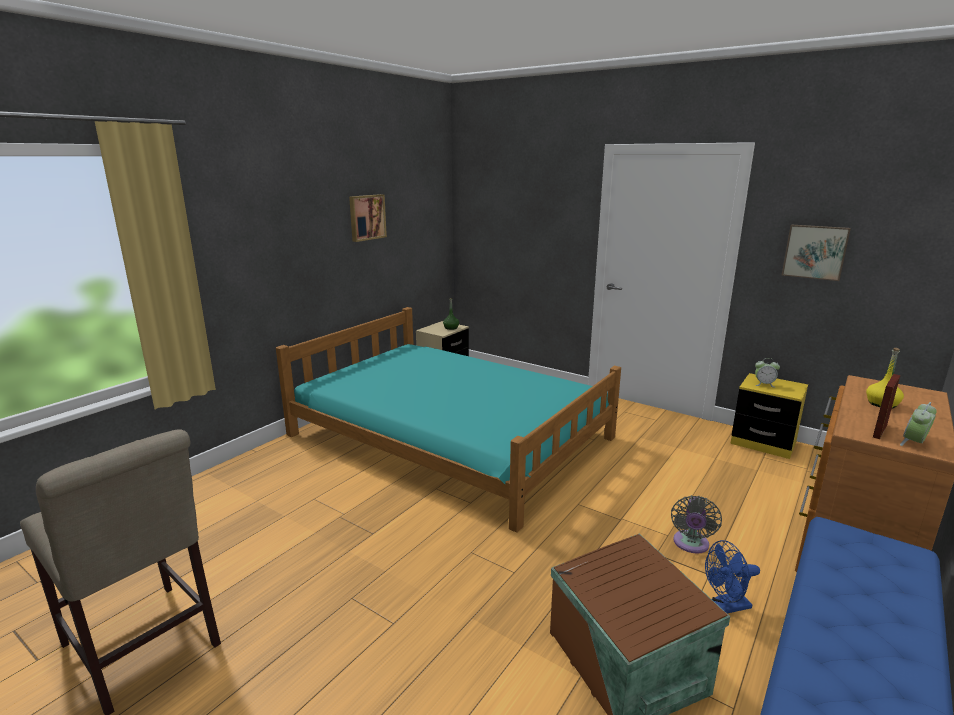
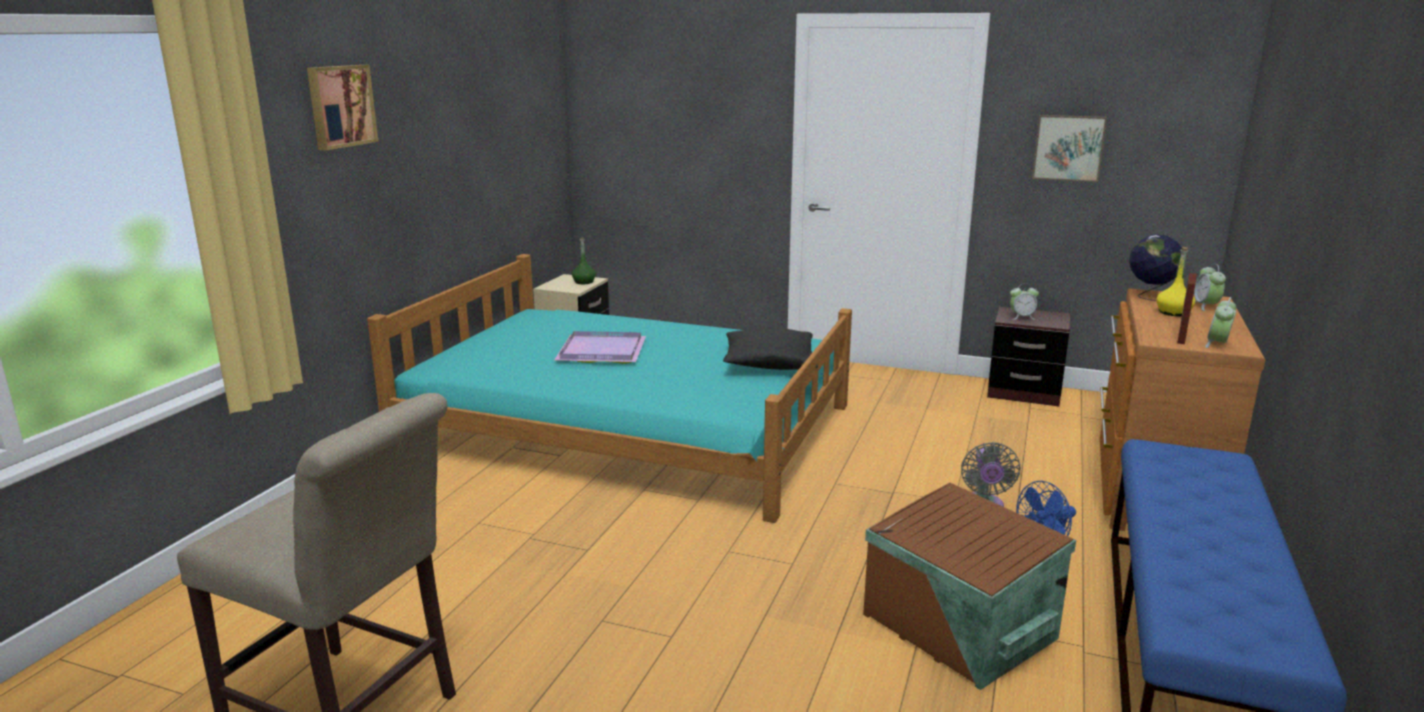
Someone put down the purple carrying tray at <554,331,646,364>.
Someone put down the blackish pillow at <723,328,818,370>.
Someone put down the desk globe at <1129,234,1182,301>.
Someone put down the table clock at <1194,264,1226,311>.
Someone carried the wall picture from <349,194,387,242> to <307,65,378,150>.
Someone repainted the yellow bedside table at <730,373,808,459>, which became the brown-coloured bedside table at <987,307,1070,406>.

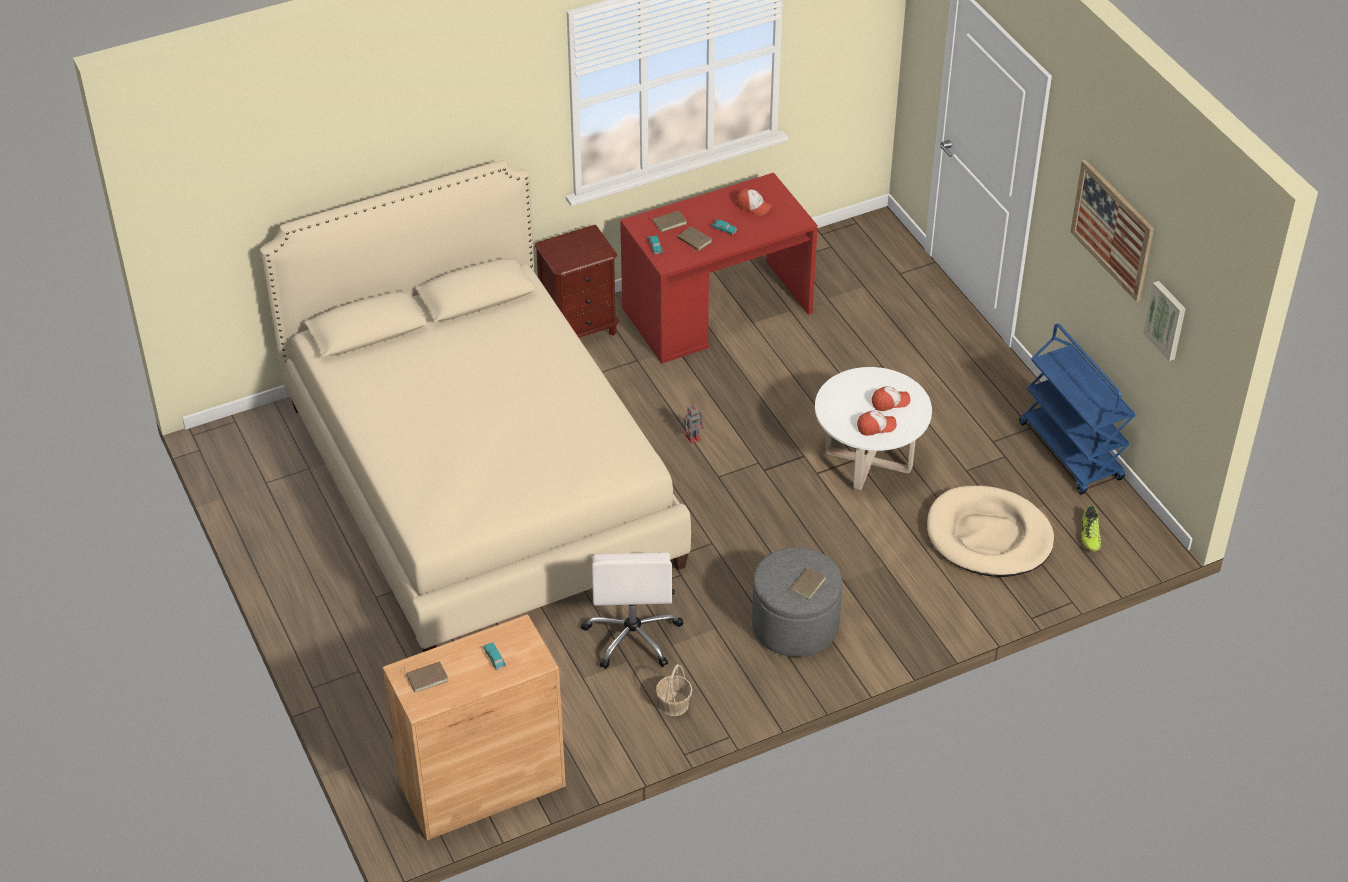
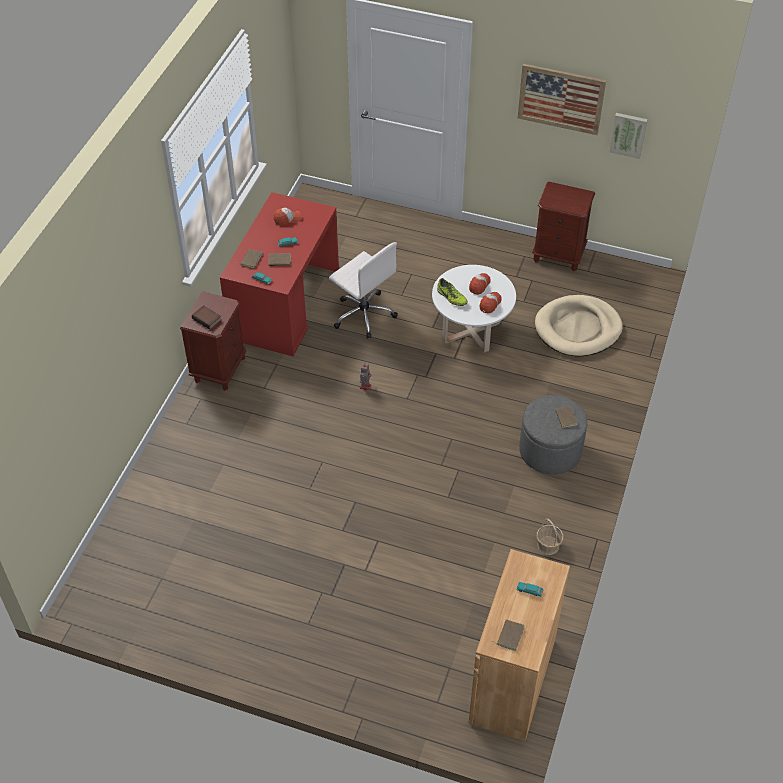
Someone took away the sand-coloured sleeping bed at <260,160,691,652>.
Someone put down the volume at <192,305,222,330>.
Someone carried the whitish office chair from <581,552,684,669> to <329,242,398,339>.
Someone carried the low shoe from <1081,505,1101,552> to <437,278,468,306>.
Someone swapped the blue cart at <1019,323,1135,495> for the brown-coloured bedside table at <532,181,595,271>.

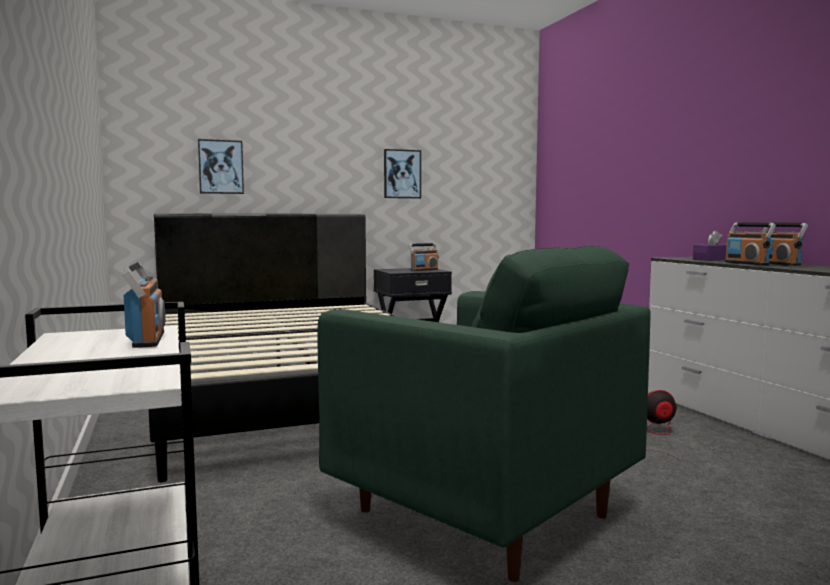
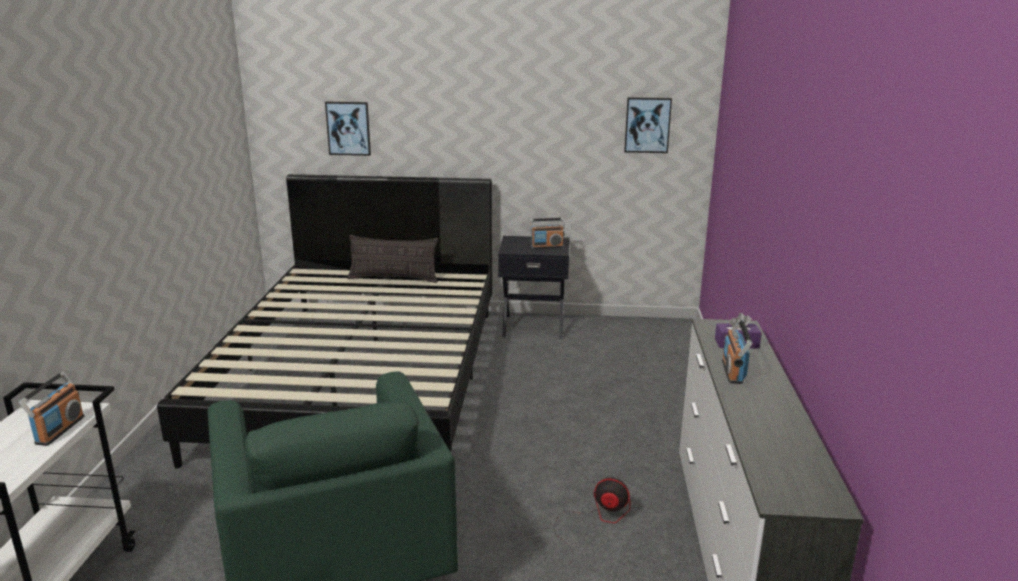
Someone took away the radio receiver at <763,223,808,266>.
Someone put down the pillow at <347,235,438,283>.
Someone carried the wall picture from <384,149,421,198> to <624,97,672,153>.

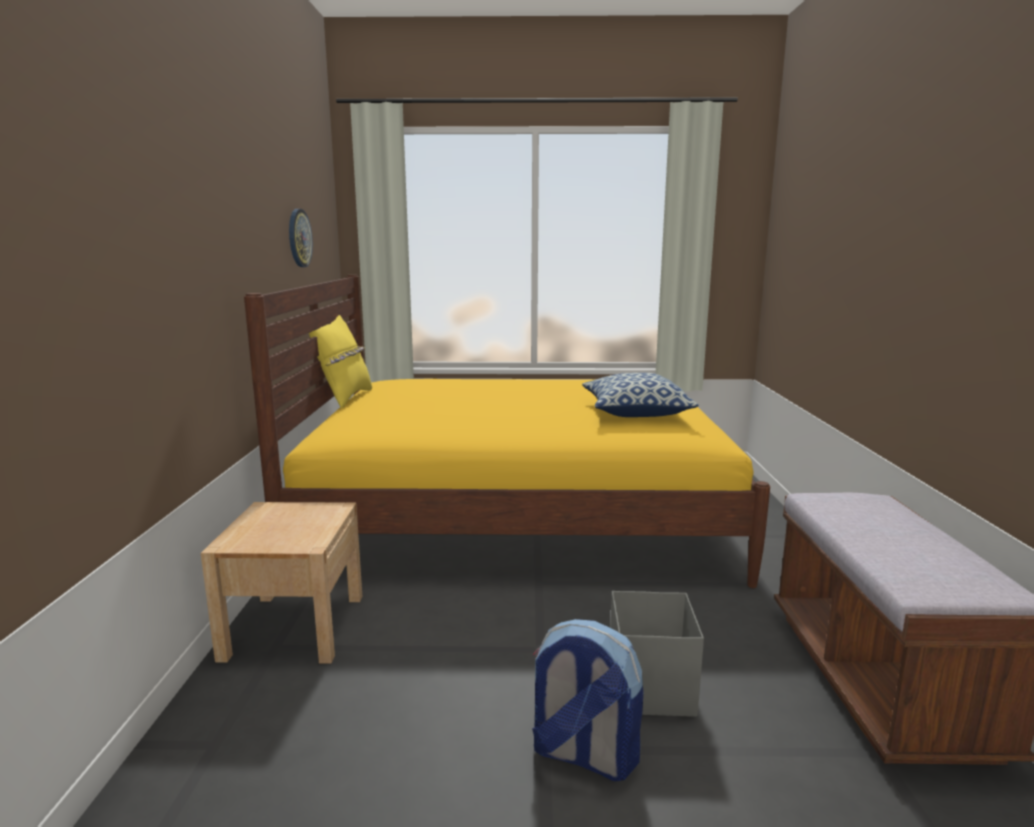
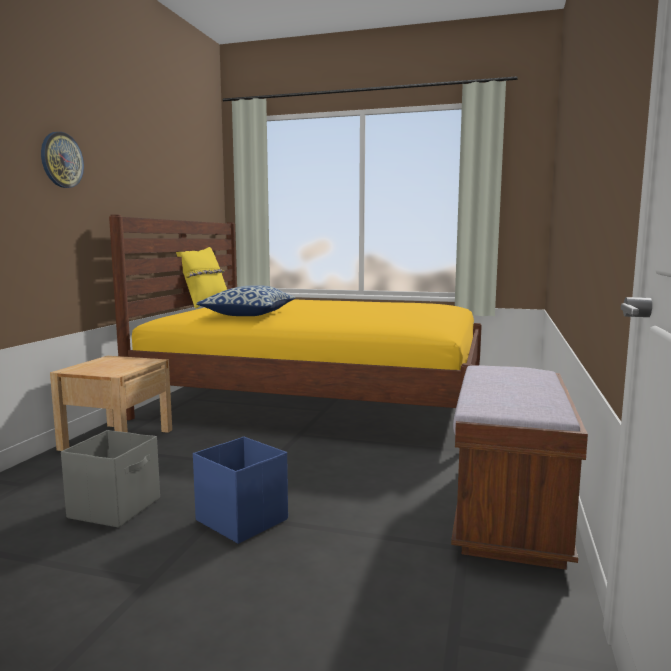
Someone carried the hanging clock from <289,209,313,267> to <41,132,84,188>.
Someone carried the pillow from <582,373,699,417> to <196,286,296,316>.
Someone carried the greyish storage container from <610,591,704,717> to <61,430,160,528>.
Someone swapped the rucksack at <532,619,643,781> for the blue storage container at <193,437,288,544>.

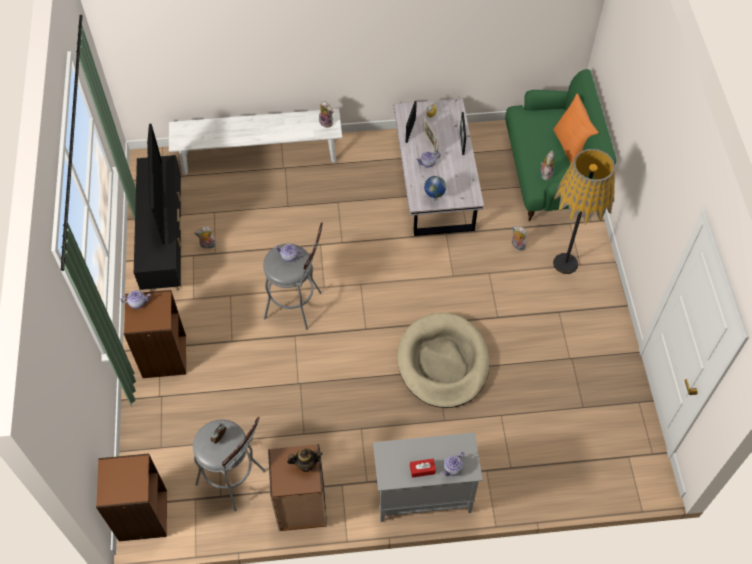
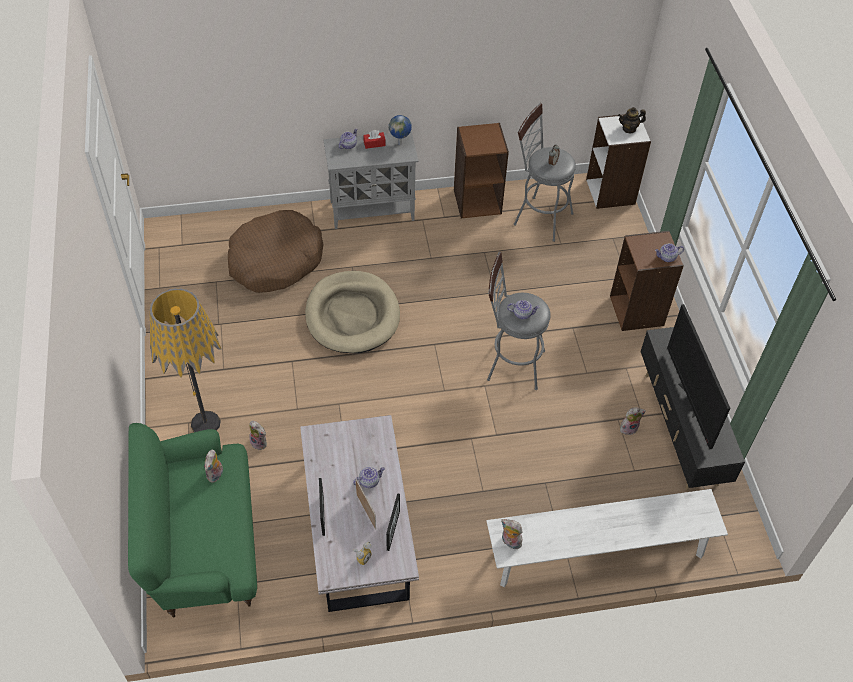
Someone took away the orange pillow at <553,94,599,164>.
Someone put down the brown-coloured pet bed at <228,210,324,293>.
Someone carried the tea pot from <287,448,323,472> to <618,107,646,133>.
Someone carried the desk globe from <424,176,446,201> to <389,115,412,145>.
Someone repainted the brown-coloured bookshelf at <96,453,167,542>, which became the whitish bookshelf at <586,114,651,209>.

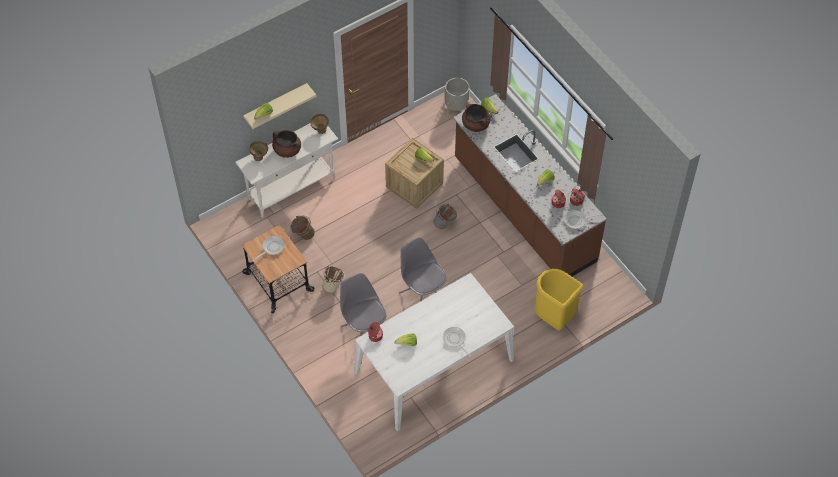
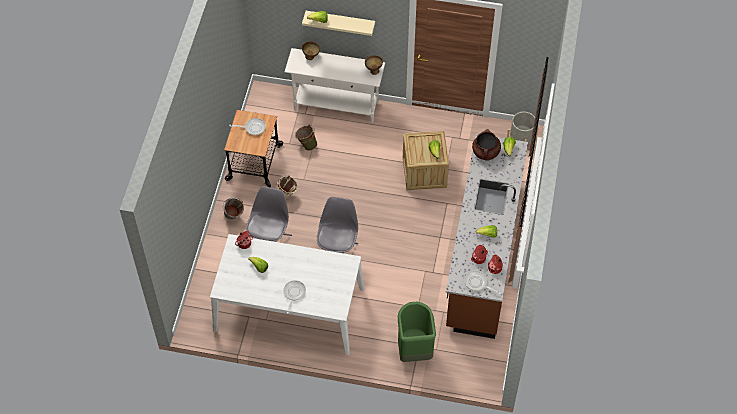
Someone took away the brown-coloured cooking pot at <272,130,301,158>.
Someone carried the greyish bucket from <433,204,457,229> to <223,197,244,220>.
Someone repainted the yellow rubbish bin at <535,269,583,330>, which became the green rubbish bin at <398,301,436,362>.

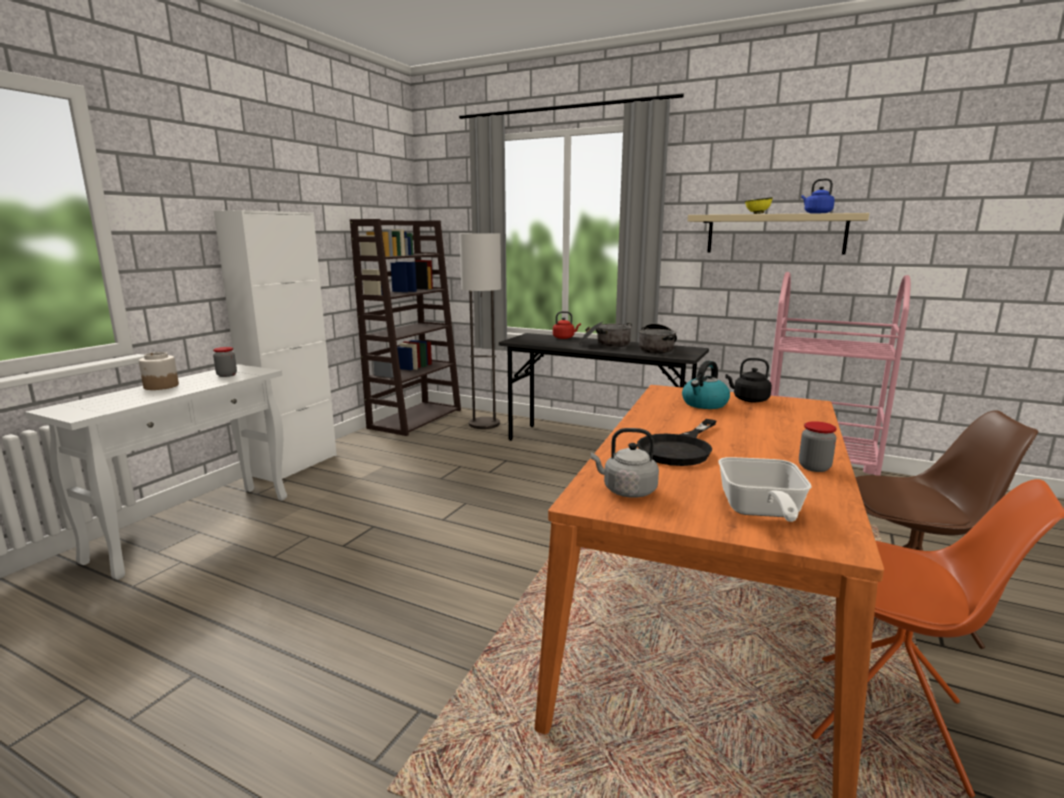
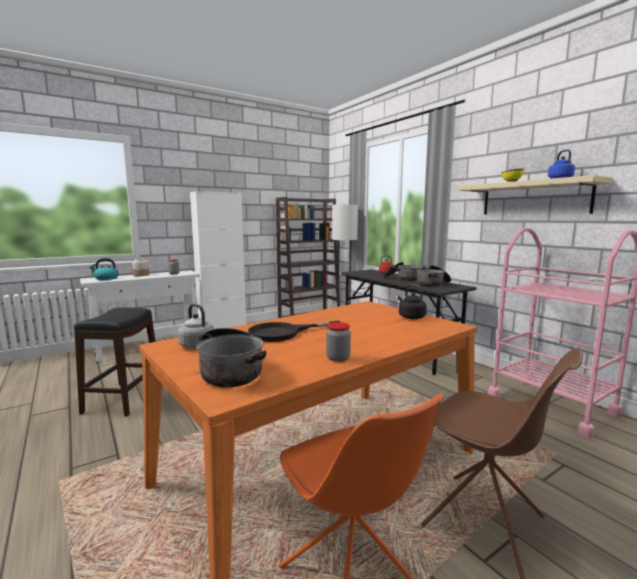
Someone put down the blackish sitting stool at <74,308,156,416>.
Someone carried the kettle from <682,361,730,409> to <89,258,119,280>.
Someone swapped the pan at <718,457,812,522> for the cooking pot at <196,328,266,388>.

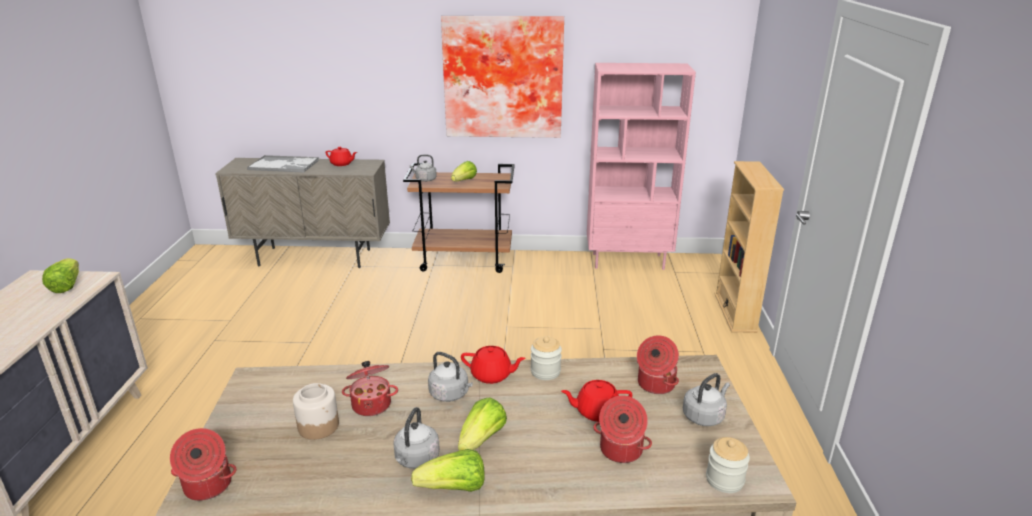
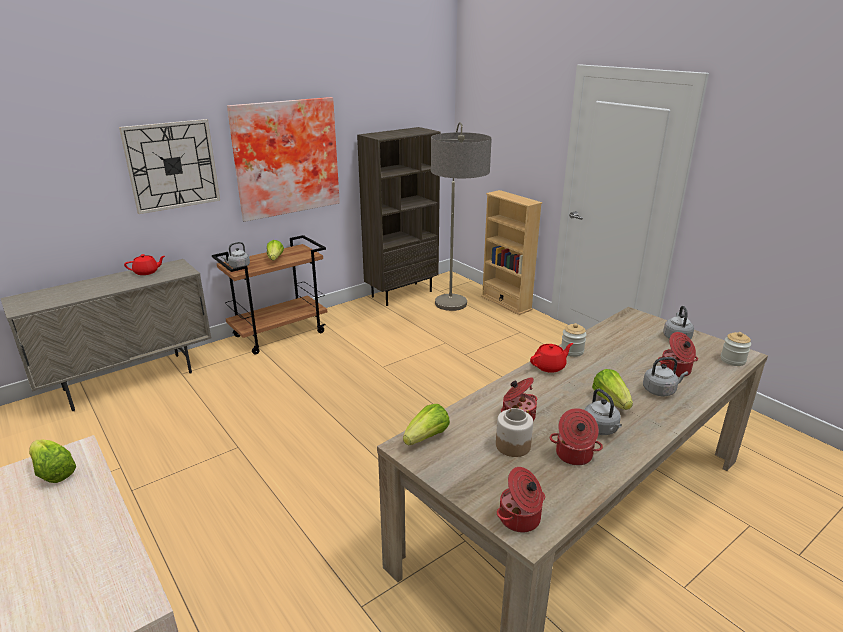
Someone took away the carrying tray at <247,155,319,173>.
Someone took away the reddish tea pot at <561,380,632,422>.
Someone put up the hanging clock at <119,119,220,214>.
Someone put down the standing lamp at <431,122,492,311>.
Someone carried the lettuce from <411,449,485,492> to <403,404,450,446>.
Someone carried the greyish kettle from <428,352,473,402> to <643,357,688,396>.
Someone carried the cooking pot from <637,335,679,394> to <550,408,603,465>.
Someone repainted the pink bookshelf at <587,63,696,270>, which became the brown-coloured bookshelf at <357,127,440,306>.

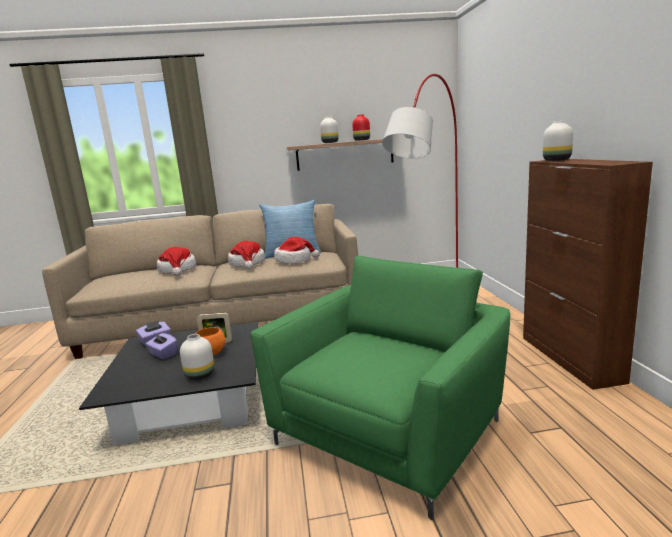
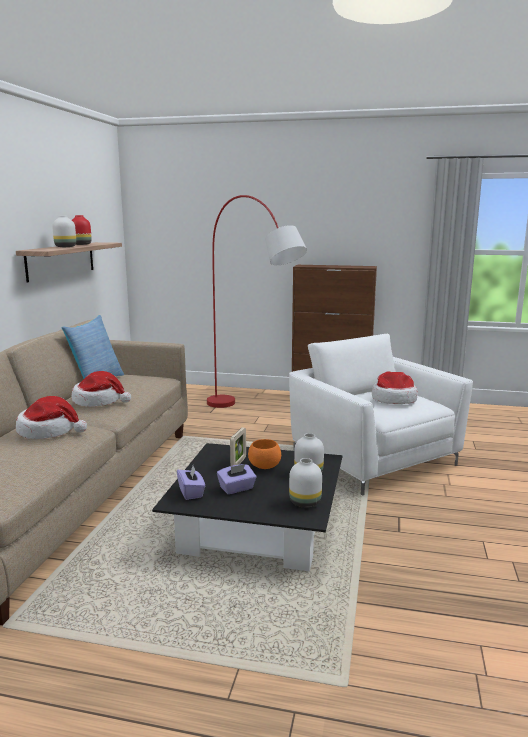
Someone carried the clothing hat from <274,237,320,264> to <372,372,418,404>.
Someone carried the whitish decorative vase from <543,121,573,161> to <289,458,322,508>.
Someone repainted the green lounge chair at <250,256,510,520>, which became the whitish lounge chair at <289,334,473,495>.

